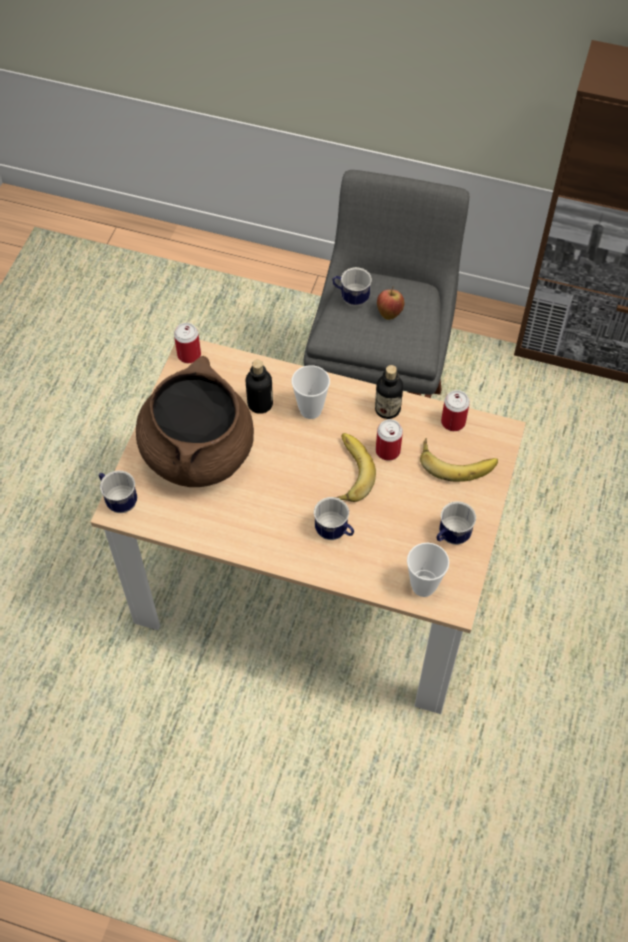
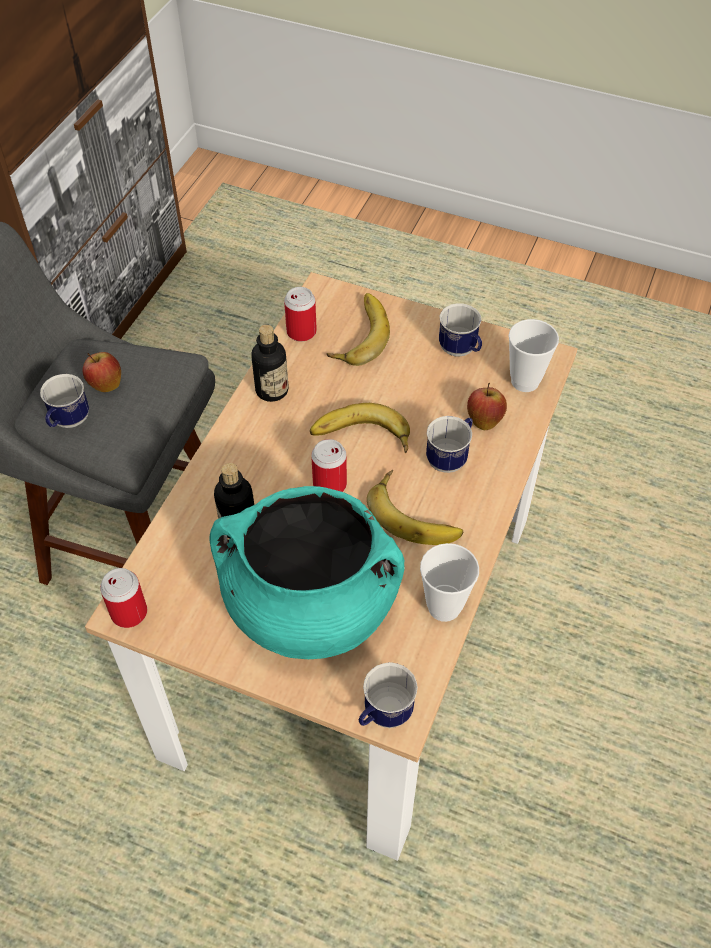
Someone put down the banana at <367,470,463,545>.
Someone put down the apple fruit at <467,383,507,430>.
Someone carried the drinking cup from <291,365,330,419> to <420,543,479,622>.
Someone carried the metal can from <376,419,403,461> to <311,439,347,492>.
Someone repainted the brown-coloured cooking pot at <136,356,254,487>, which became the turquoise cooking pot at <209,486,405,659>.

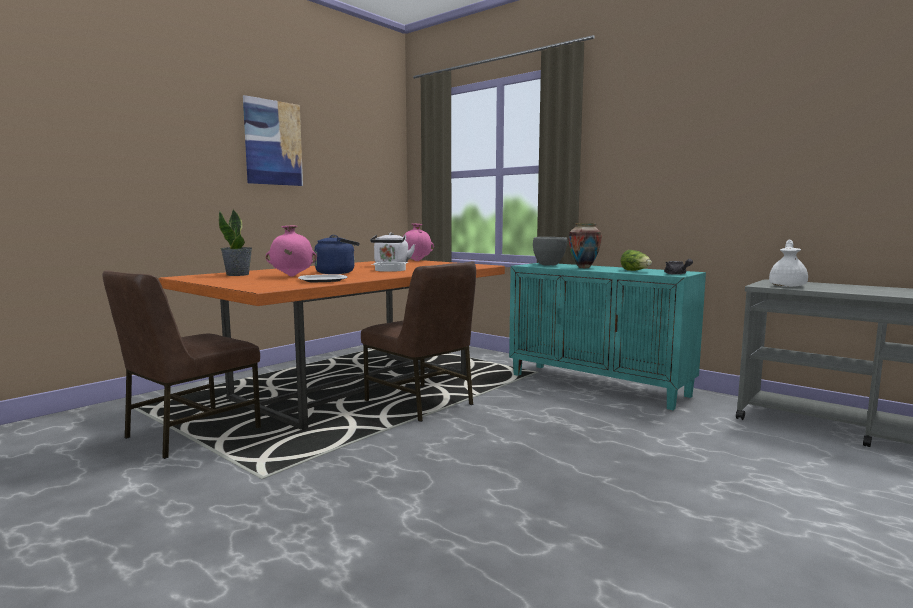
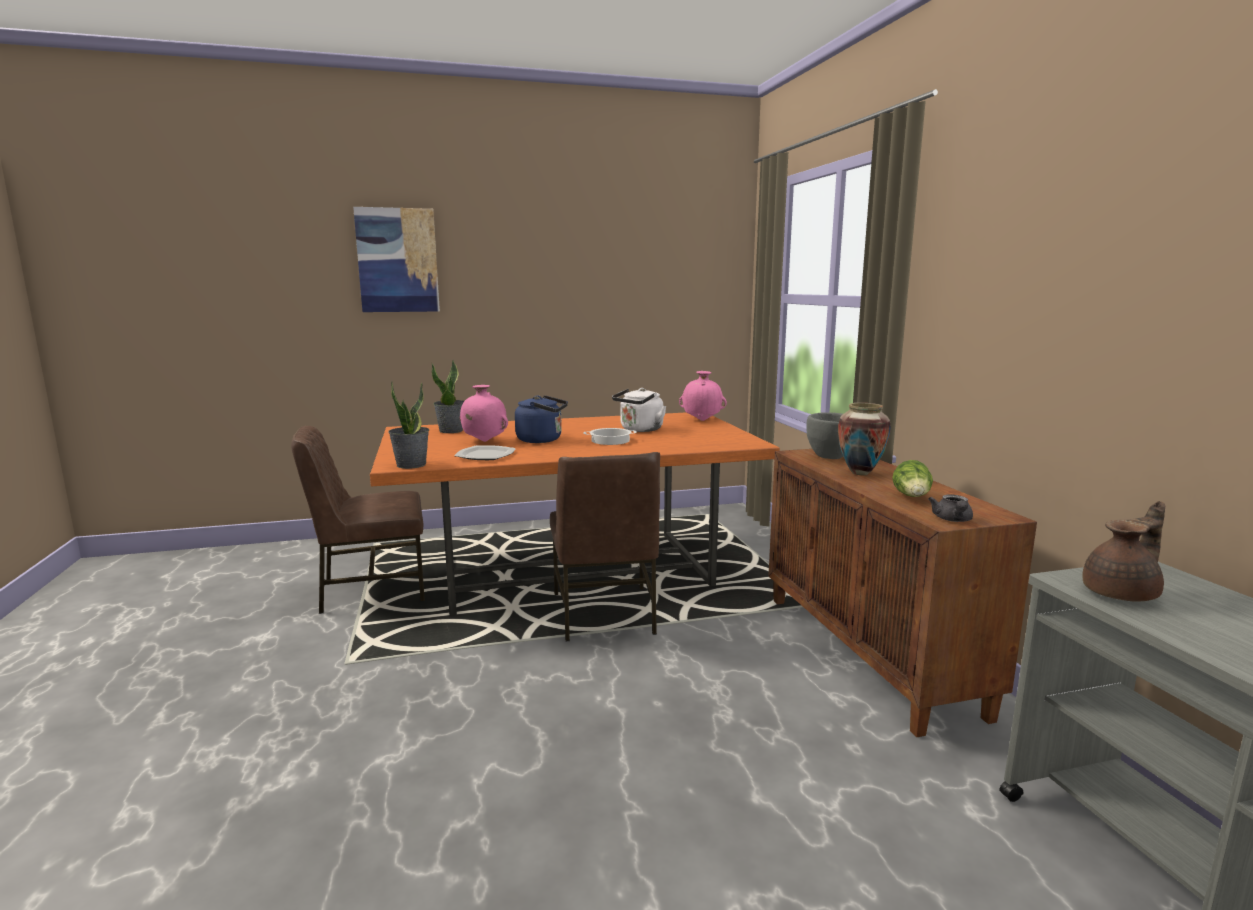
Someone put down the potted plant at <388,381,429,469>.
Someone carried the wall picture from <243,95,303,186> to <353,207,440,312>.
Someone repainted the turquoise cabinet at <509,263,706,410>, which became the brown-coloured cabinet at <768,449,1037,737>.
Someone repainted the whitish tea pot at <769,240,808,287>, which became the brown-coloured tea pot at <1082,501,1165,602>.

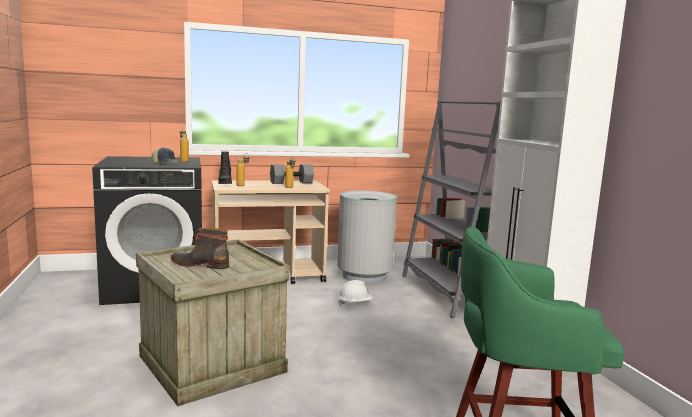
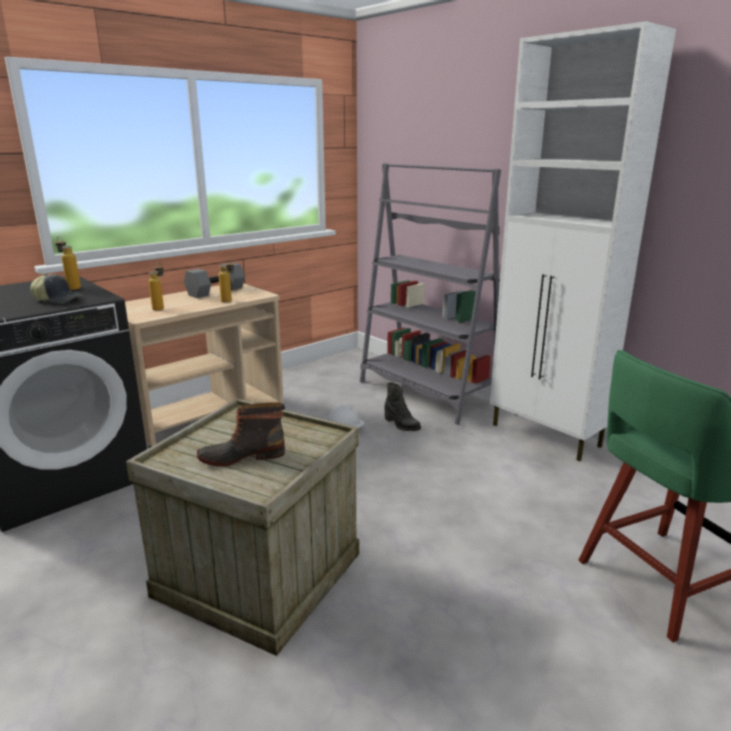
Someone took away the greyish rubbish bin at <337,191,397,284>.
Someone carried the blackish high-top boot from <218,151,232,184> to <385,382,421,431>.

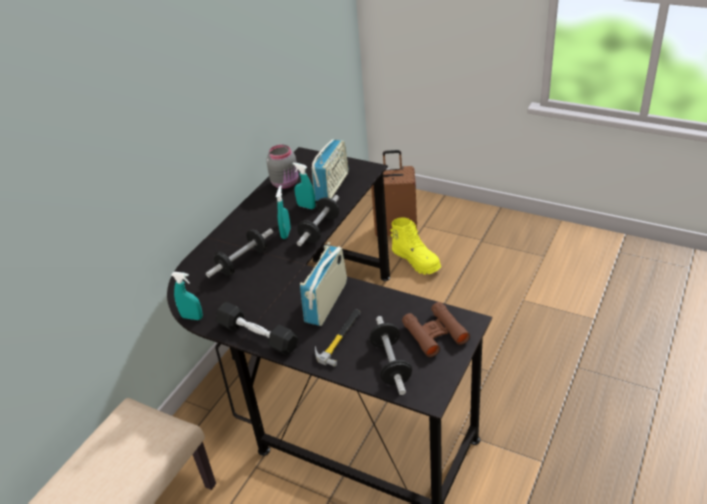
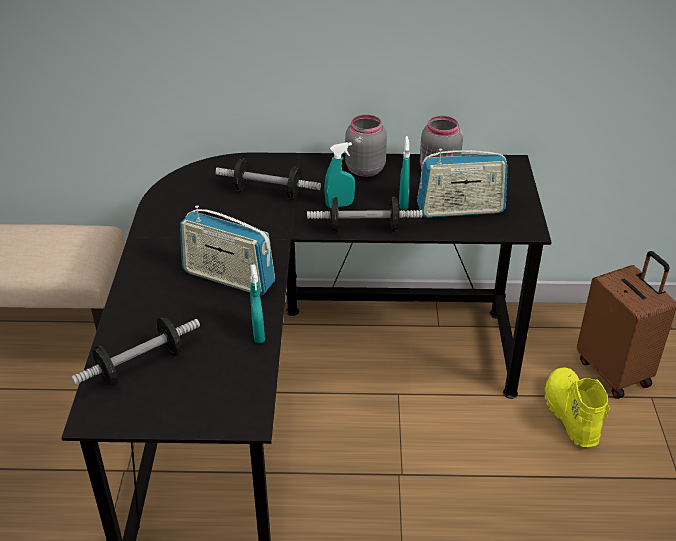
Someone took away the blackish dumbbell at <216,302,298,355>.
Someone took away the tool hammer at <315,309,361,367>.
Someone took away the brown-coloured field glasses at <402,302,470,357>.
Someone put down the greyish jar at <345,115,387,177>.
Someone carried the turquoise sprayer from <171,272,203,320> to <250,264,265,343>.
Someone rotated the radio receiver at <300,242,347,326> by 150 degrees counterclockwise.
Someone rotated the yellow high-top boot at <390,217,441,275> by 150 degrees clockwise.

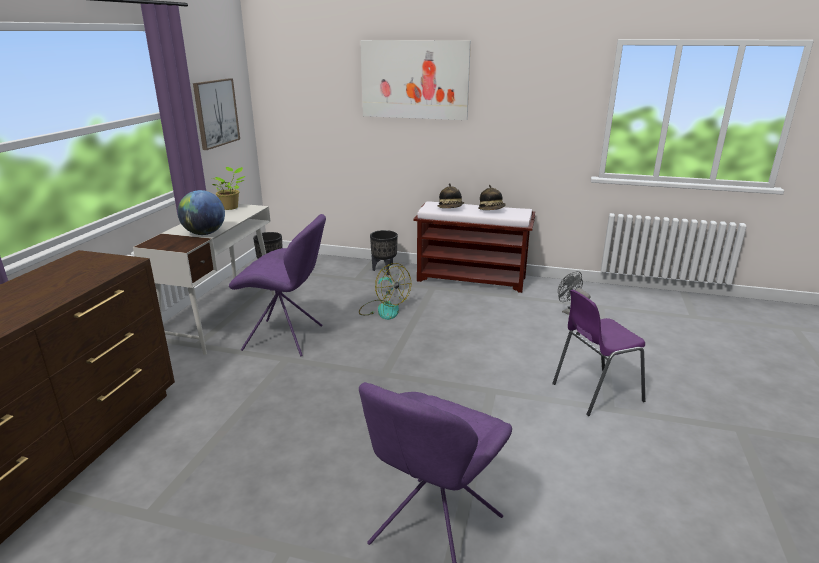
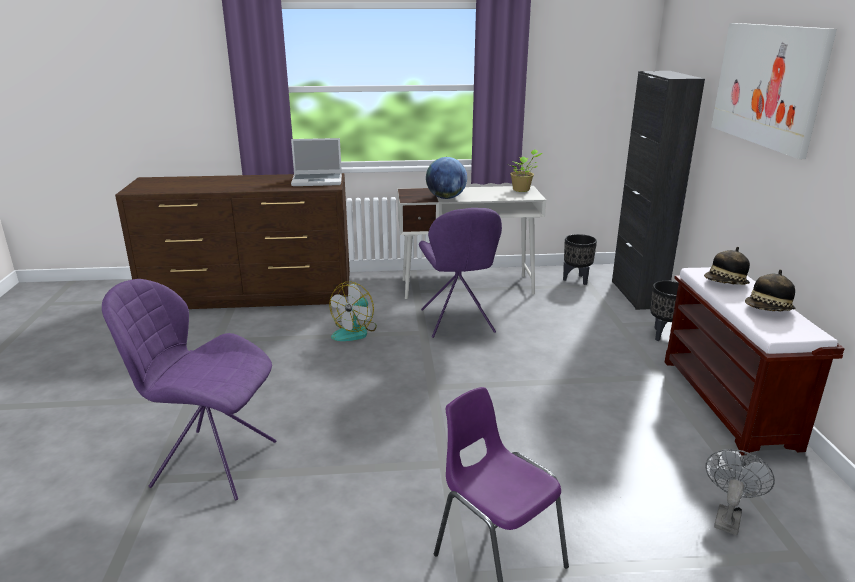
Someone took away the wall picture at <193,78,240,150>.
Someone put down the portable computer at <291,138,342,186>.
Someone put down the blackish cabinet at <612,71,705,310>.
Someone carried the electric fan from <359,263,411,320> to <329,282,377,341>.

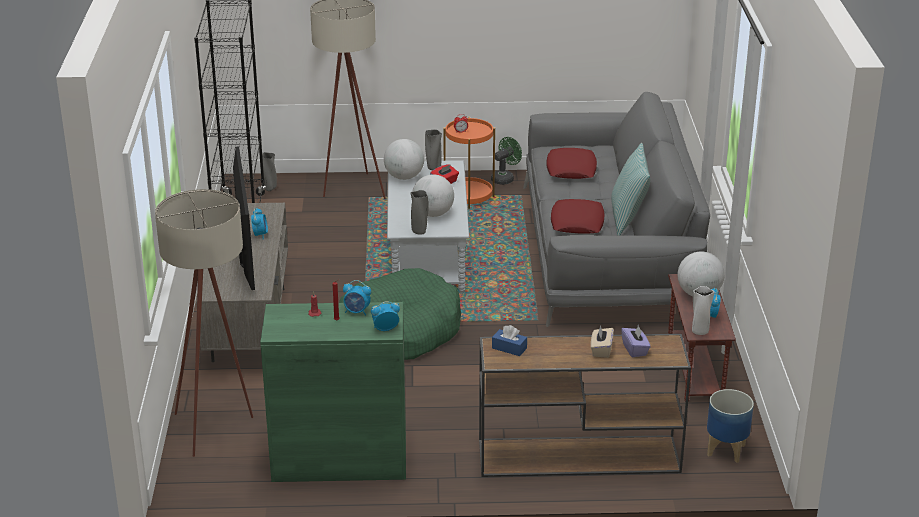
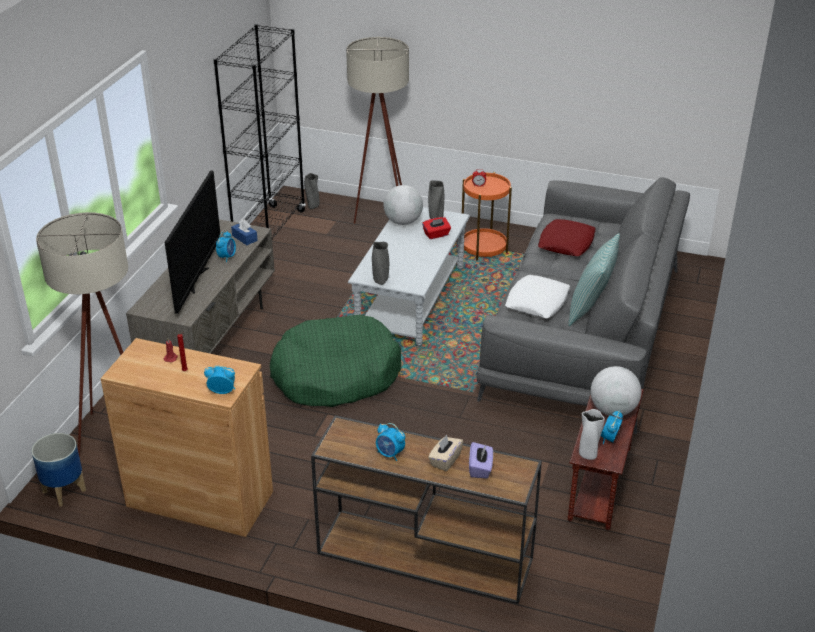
Someone took away the desk globe at <412,174,454,217>.
Someone took away the green electric fan at <491,137,522,185>.
Someone carried the table clock from <343,280,371,316> to <376,423,405,461>.
Someone carried the blue tissue holder from <492,325,527,356> to <231,219,258,245>.
Someone carried the plant pot from <707,389,754,463> to <31,433,86,507>.
Someone repainted the green cabinet at <260,302,406,482>, which became the brown-coloured cabinet at <101,338,273,537>.
Someone repainted the reddish pillow at <551,199,604,234>, which became the whitish pillow at <505,275,570,318>.

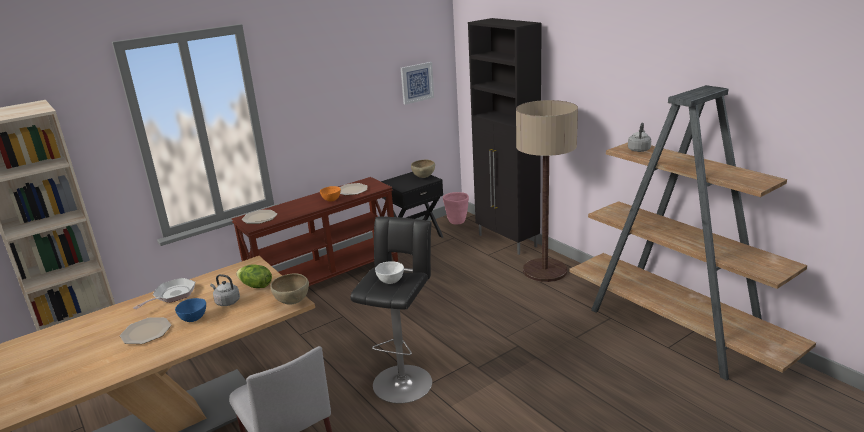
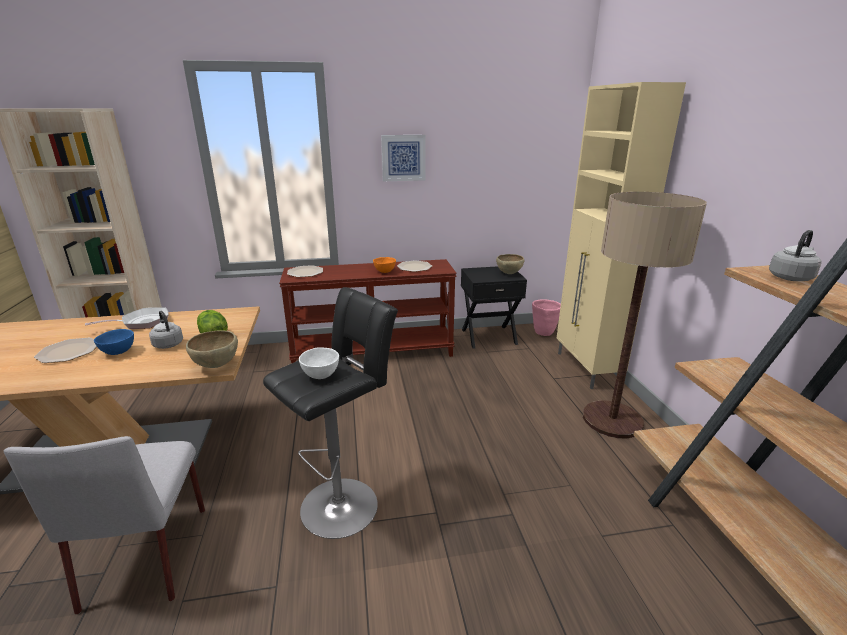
Someone carried the wall picture from <401,62,434,105> to <381,135,426,181>.
Someone repainted the blackish cabinet at <468,18,542,255>, which became the sand-coloured cabinet at <557,82,686,389>.

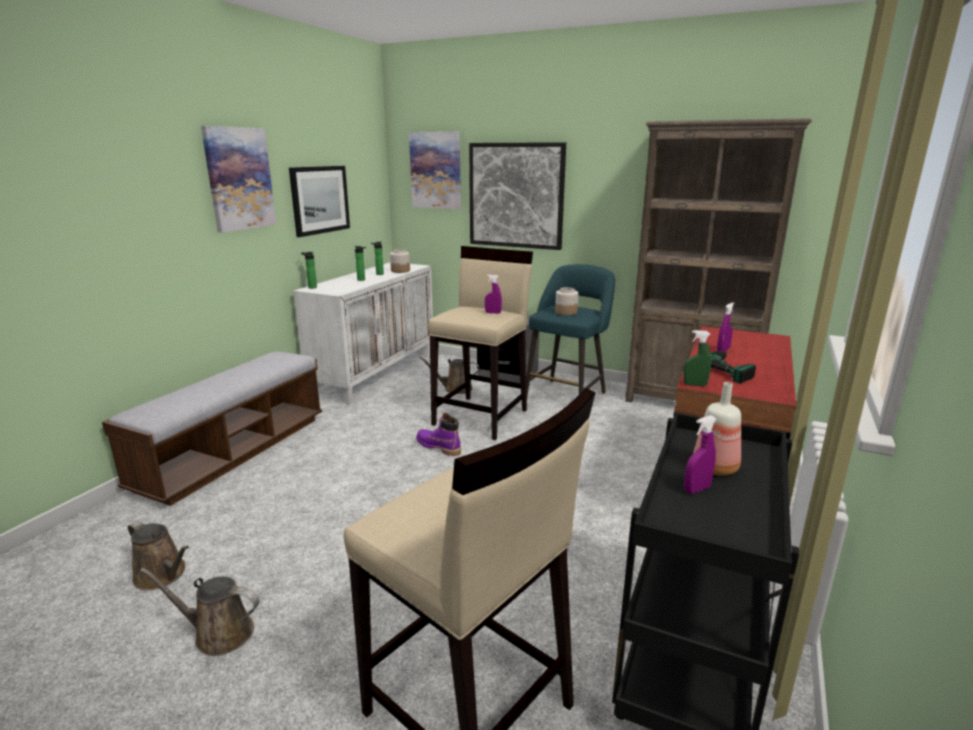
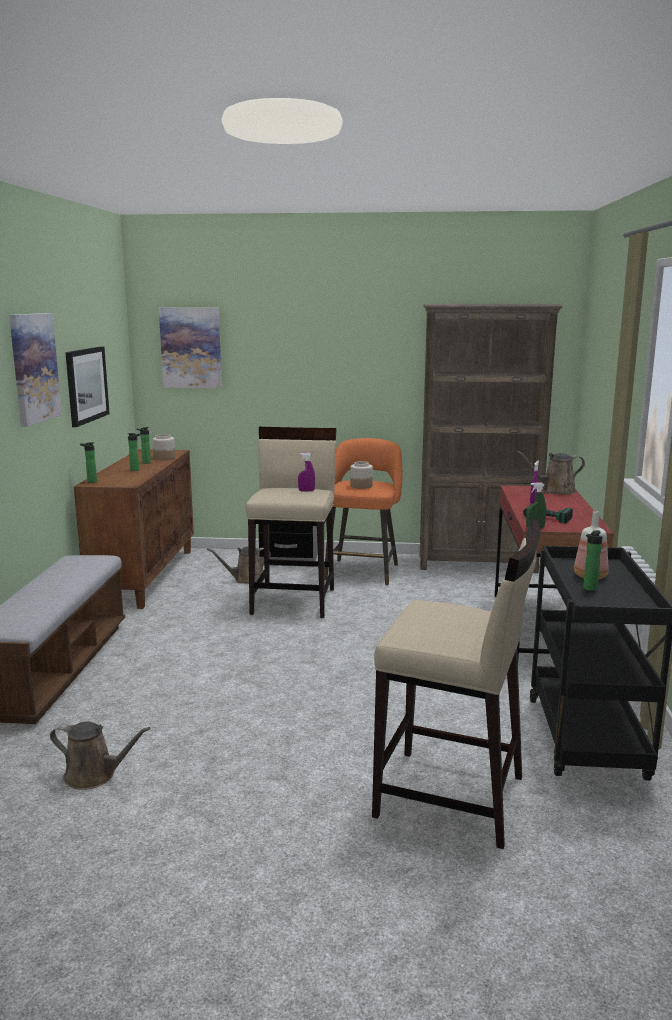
Someone took away the purple high-top boot at <416,413,461,456>.
Someone took away the wall picture at <469,142,566,250>.
Someone carried the brown-coloured watering pot from <140,568,260,656> to <516,451,585,495>.
Someone swapped the purple sprayer at <684,415,717,494> for the beverage bottle at <583,530,603,591>.
Someone repainted the whitish cabinet at <293,262,433,405>, which became the brown-coloured cabinet at <74,449,194,609>.
Someone repainted the turquoise sitting stool at <526,264,615,397>, which became the orange sitting stool at <324,438,403,586>.

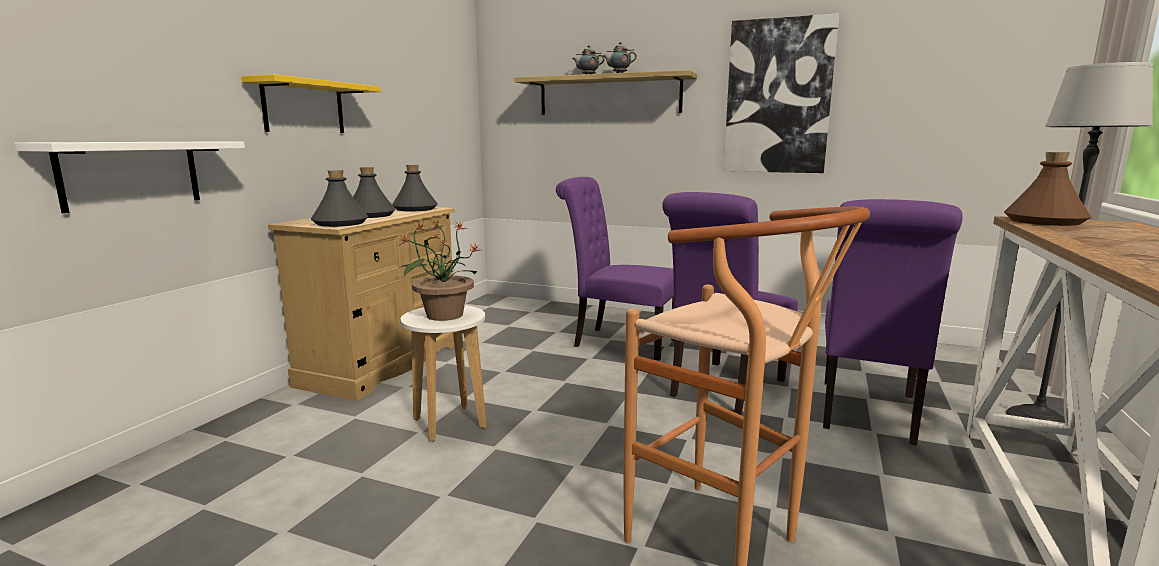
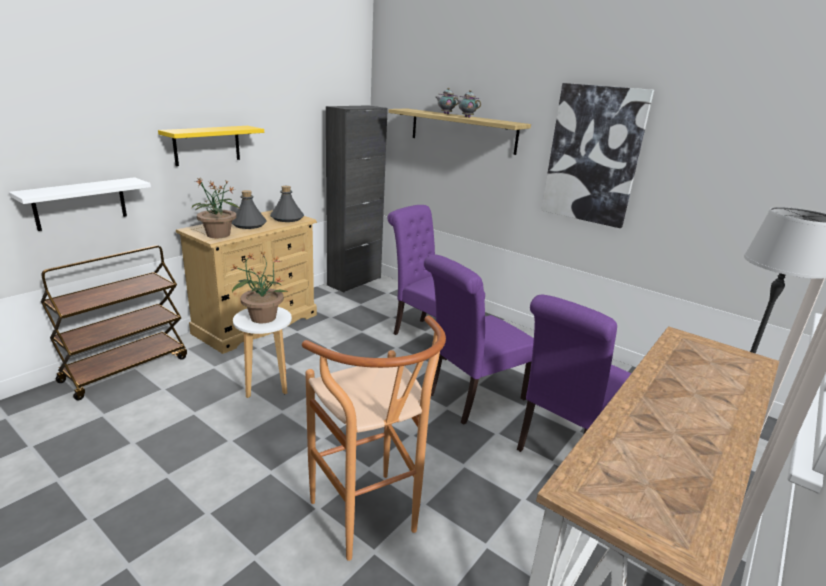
Someone took away the brown-coloured beverage bottle at <1004,152,1092,226>.
Someone put down the brown-coloured cart at <41,245,187,400>.
Someone put down the blackish cabinet at <326,105,388,292>.
Someone swapped the greyish beverage bottle at <311,170,369,227> for the potted plant at <192,177,240,238>.

